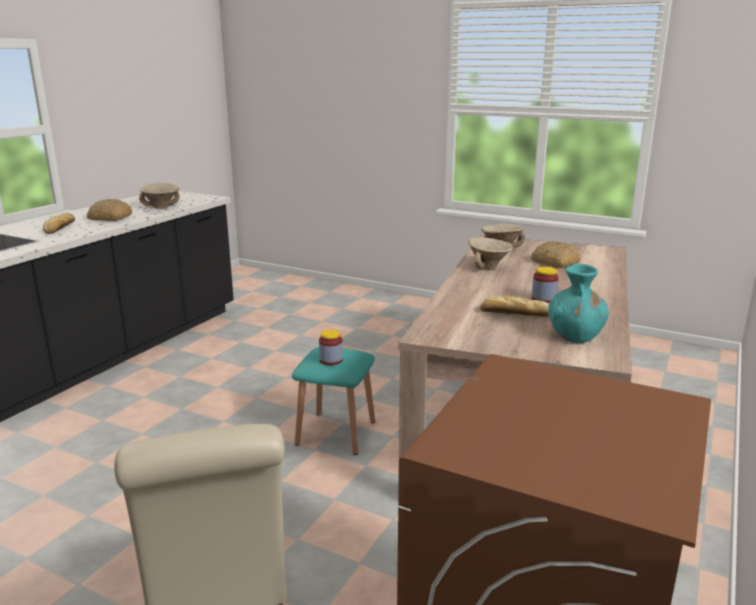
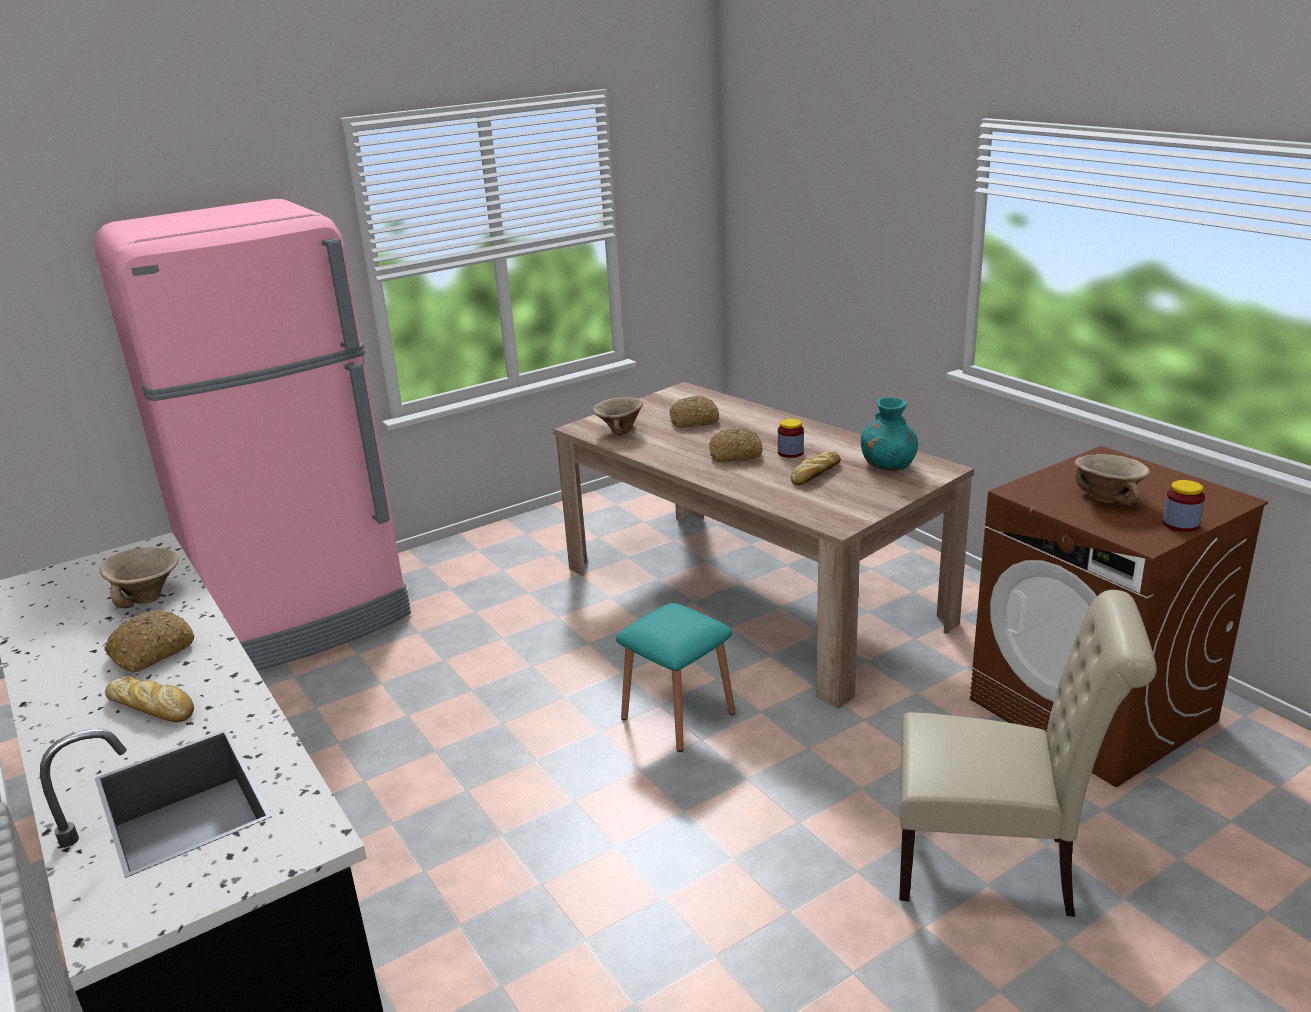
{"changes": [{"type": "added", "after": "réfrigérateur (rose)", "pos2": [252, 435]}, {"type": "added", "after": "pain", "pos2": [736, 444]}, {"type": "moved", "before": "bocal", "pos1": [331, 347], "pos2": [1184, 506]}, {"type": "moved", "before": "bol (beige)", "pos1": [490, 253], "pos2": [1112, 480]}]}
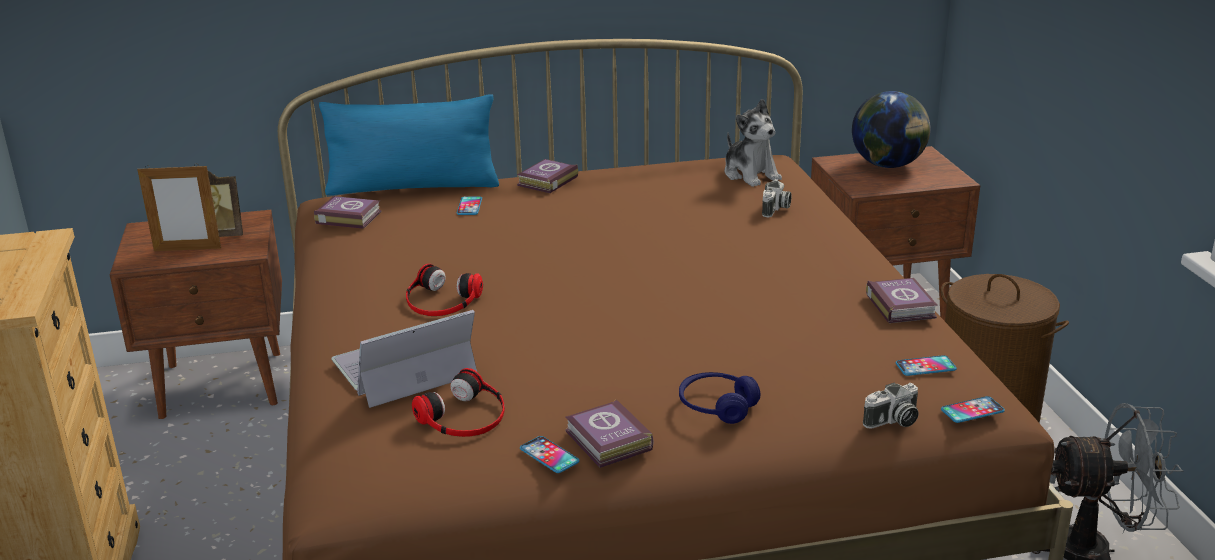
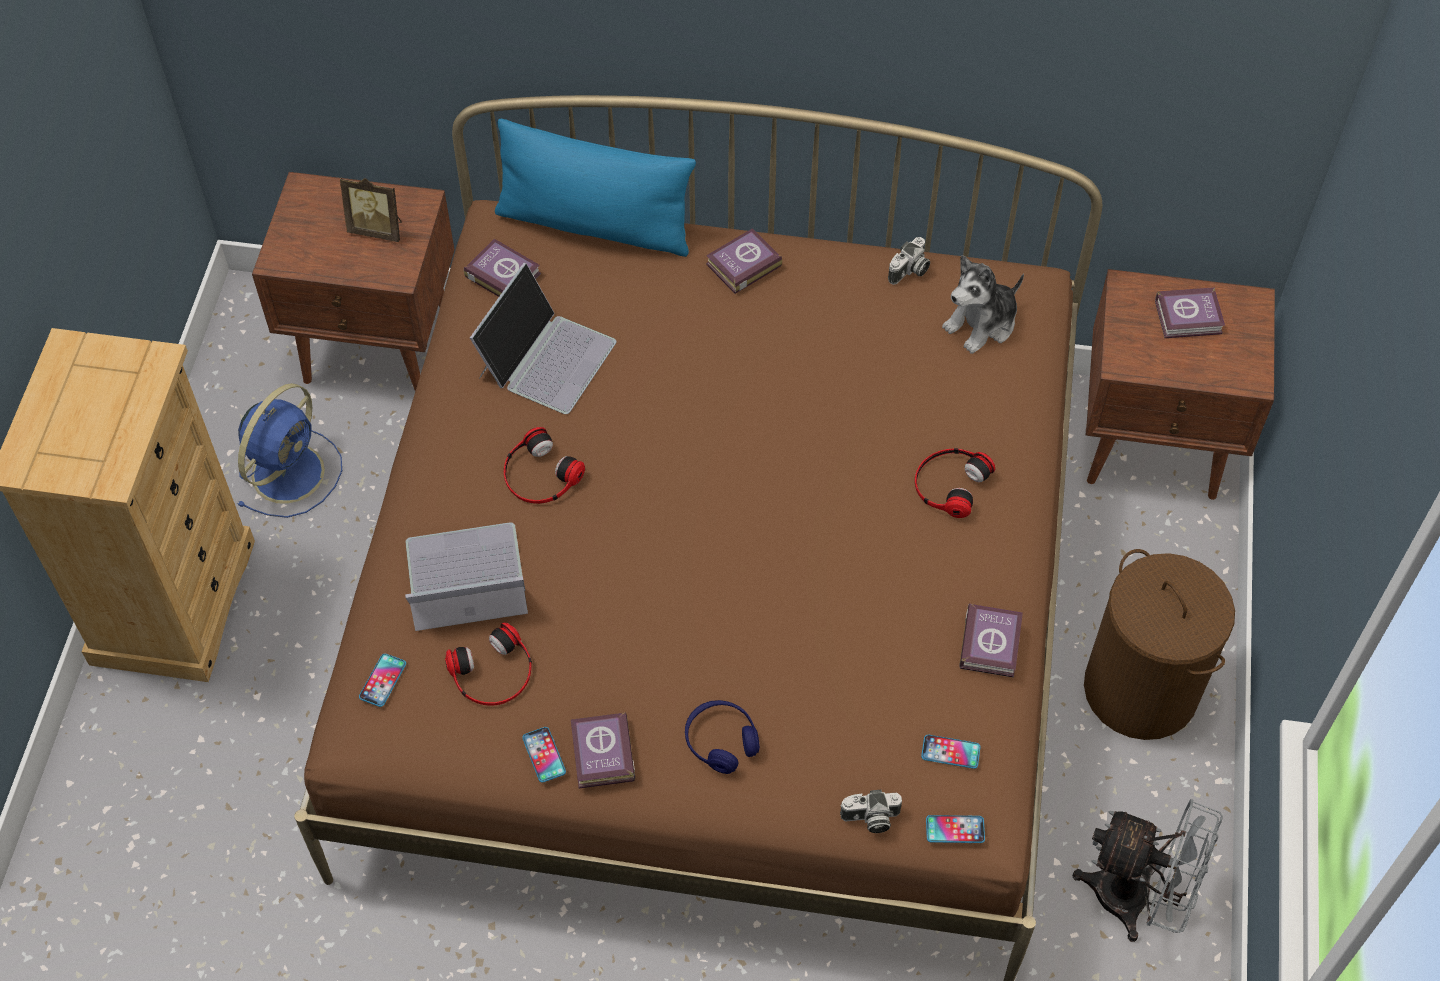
{"changes": [{"type": "removed", "before": "cadre photo", "pos1": [179, 207]}, {"type": "added", "after": "ventilateur (bleu)", "pos2": [289, 450]}, {"type": "added", "after": "ordinateur portable", "pos2": [543, 338]}, {"type": "added", "after": "casque audio", "pos2": [955, 483]}, {"type": "moved", "before": "téléphone", "pos1": [469, 205], "pos2": [382, 680]}, {"type": "moved", "before": "appareil photo", "pos1": [777, 198], "pos2": [909, 261]}, {"type": "replaced", "before": "globe", "after": "livre", "pos1": [891, 129], "pos2": [1190, 312]}, {"type": "turned", "before": "peluche", "pos1": [753, 143], "pos2": [983, 304], "turn": 60}]}
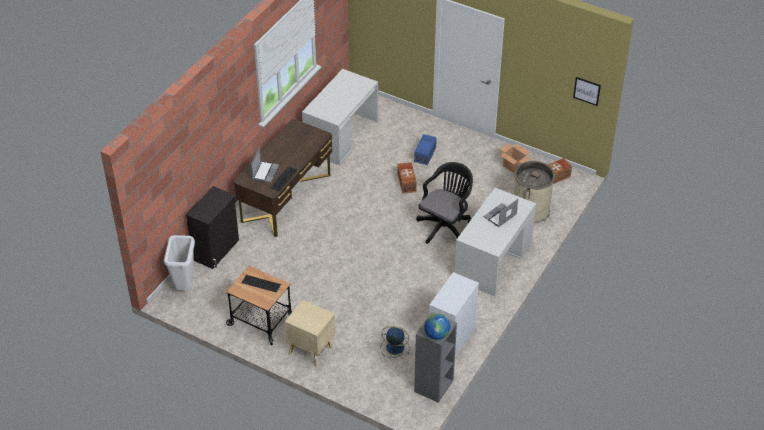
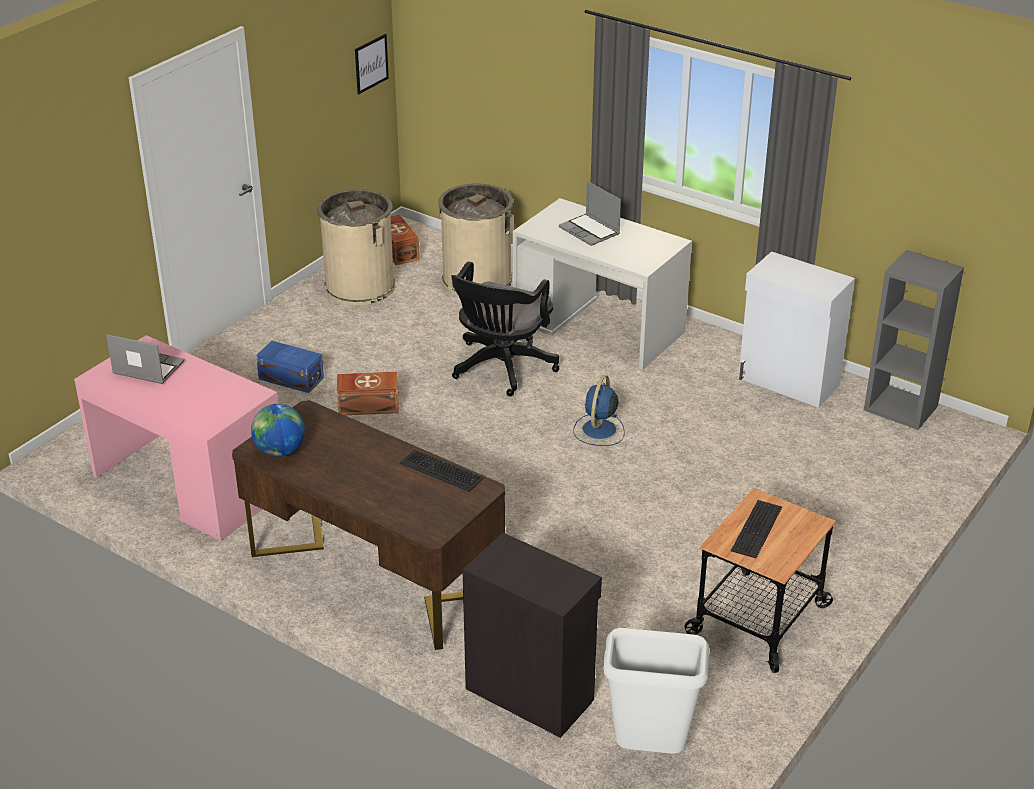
{"changes": [{"type": "removed", "before": "table de chevet (beige)", "pos1": [310, 334]}, {"type": "moved", "before": "ordinateur portable", "pos1": [265, 165], "pos2": [145, 359]}, {"type": "moved", "before": "ventilateur (bleu)", "pos1": [395, 342], "pos2": [599, 410]}, {"type": "moved", "before": "globe", "pos1": [437, 327], "pos2": [278, 430]}, {"type": "replaced", "before": "carton", "after": "poubelle (beige)", "pos1": [515, 158], "pos2": [356, 247]}, {"type": "recoloured", "before": "bureau (blanc)", "after": "bureau (rose)", "pos1": [340, 117], "pos2": [176, 438]}, {"type": "turned", "before": "chaise de bureau (noir)", "pos1": [444, 203], "pos2": [505, 328], "turn": -105}]}
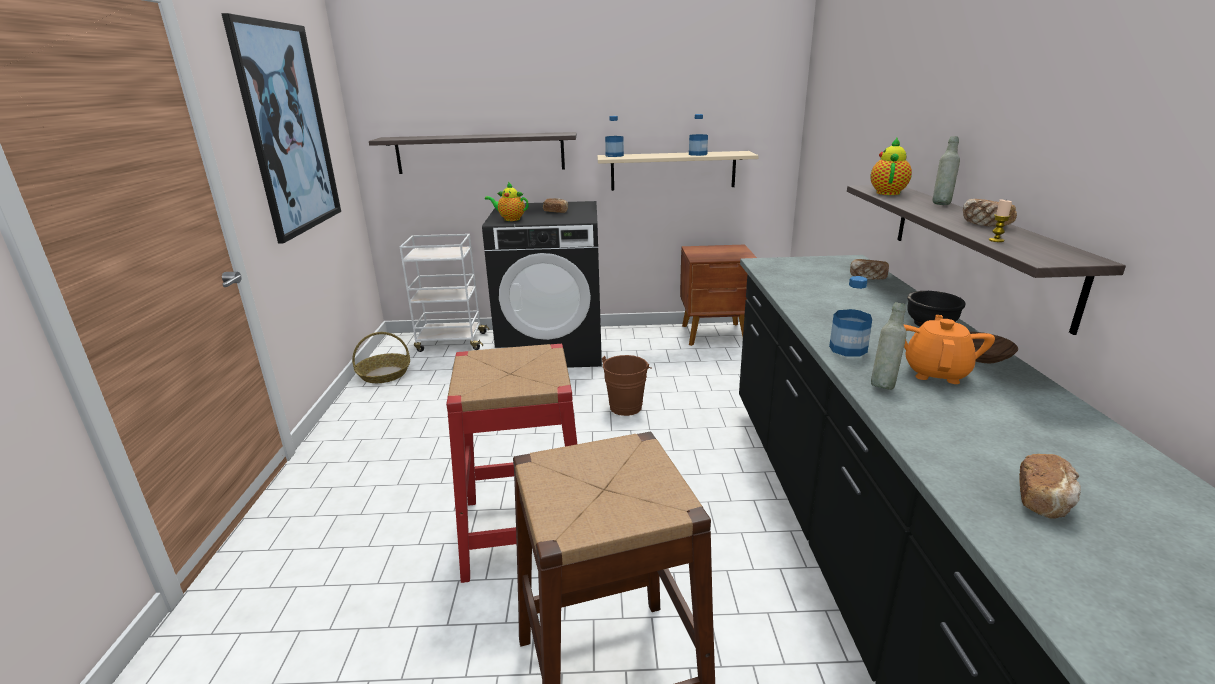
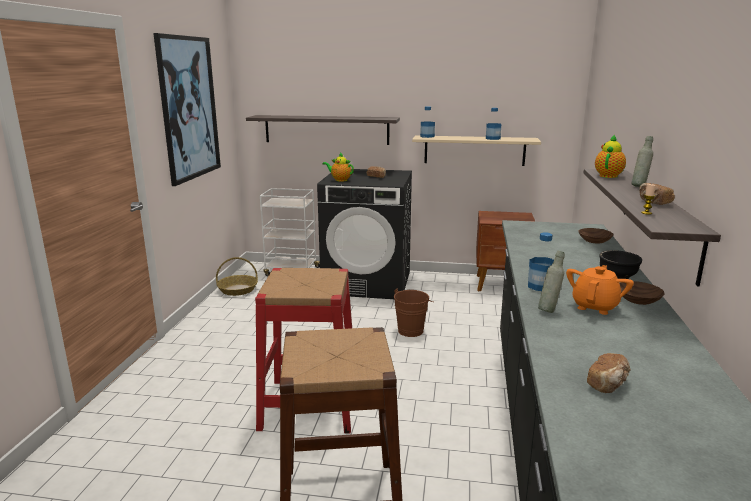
{"changes": [{"type": "replaced", "before": "pain", "after": "bol (marron)", "pos1": [869, 269], "pos2": [595, 236]}]}
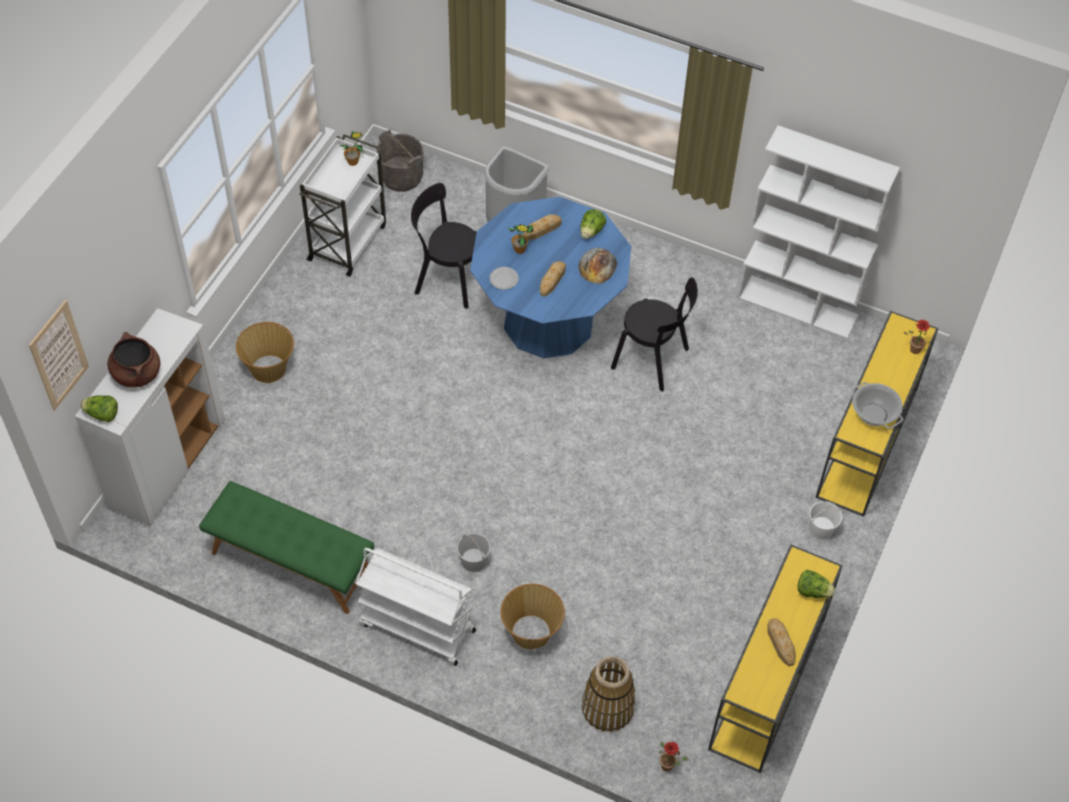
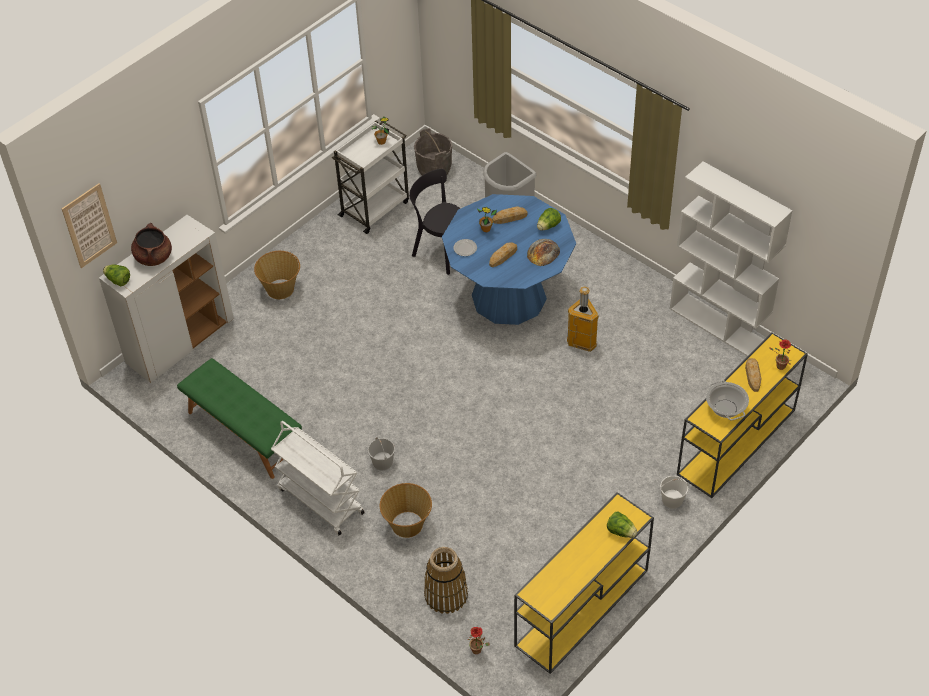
{"changes": [{"type": "moved", "before": "pain", "pos1": [781, 642], "pos2": [753, 375]}, {"type": "replaced", "before": "chaise (noir)", "after": "poubelle", "pos1": [654, 334], "pos2": [583, 319]}]}
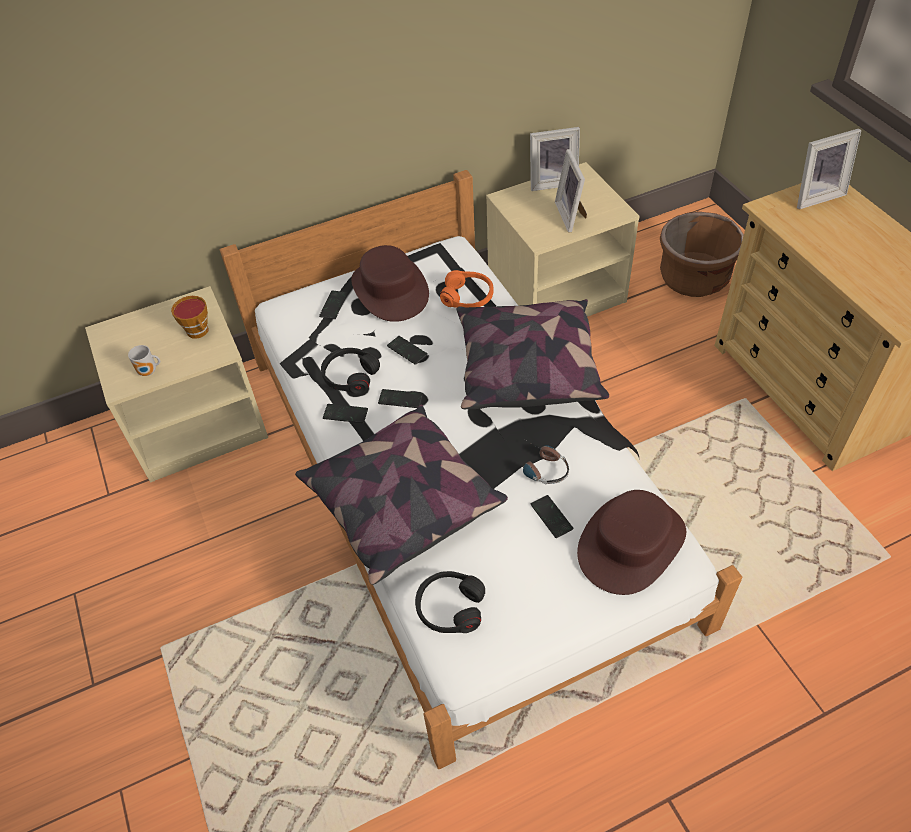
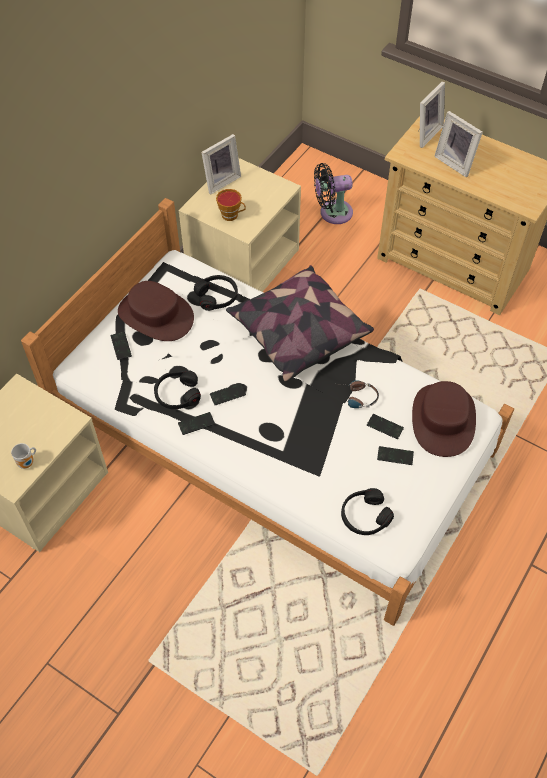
{"changes": [{"type": "removed", "before": "coussin", "pos1": [401, 494]}, {"type": "moved", "before": "tasse", "pos1": [190, 317], "pos2": [231, 205]}, {"type": "moved", "before": "téléphone", "pos1": [407, 350], "pos2": [395, 455]}, {"type": "moved", "before": "cadre photo", "pos1": [571, 190], "pos2": [458, 144]}, {"type": "replaced", "before": "cache-pot (marron)", "after": "ventilateur (noir)", "pos1": [702, 254], "pos2": [333, 193]}, {"type": "recoloured", "before": "casque audio (orange)", "after": "casque audio (noir)", "pos1": [466, 289], "pos2": [216, 293]}]}
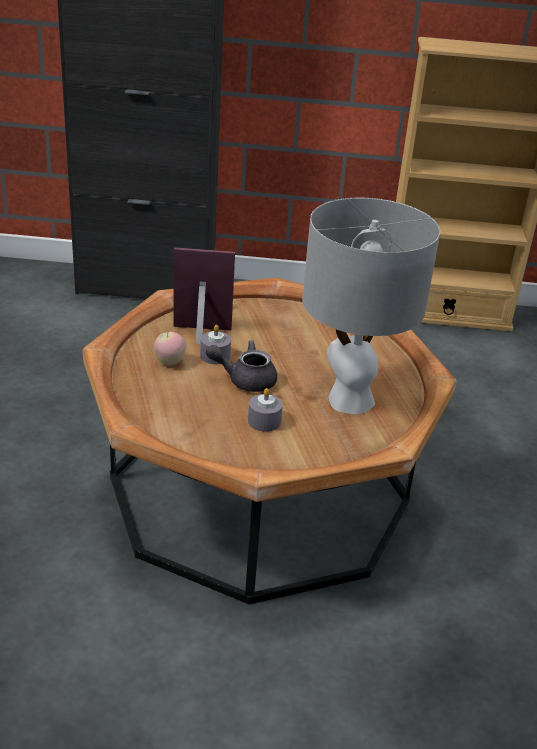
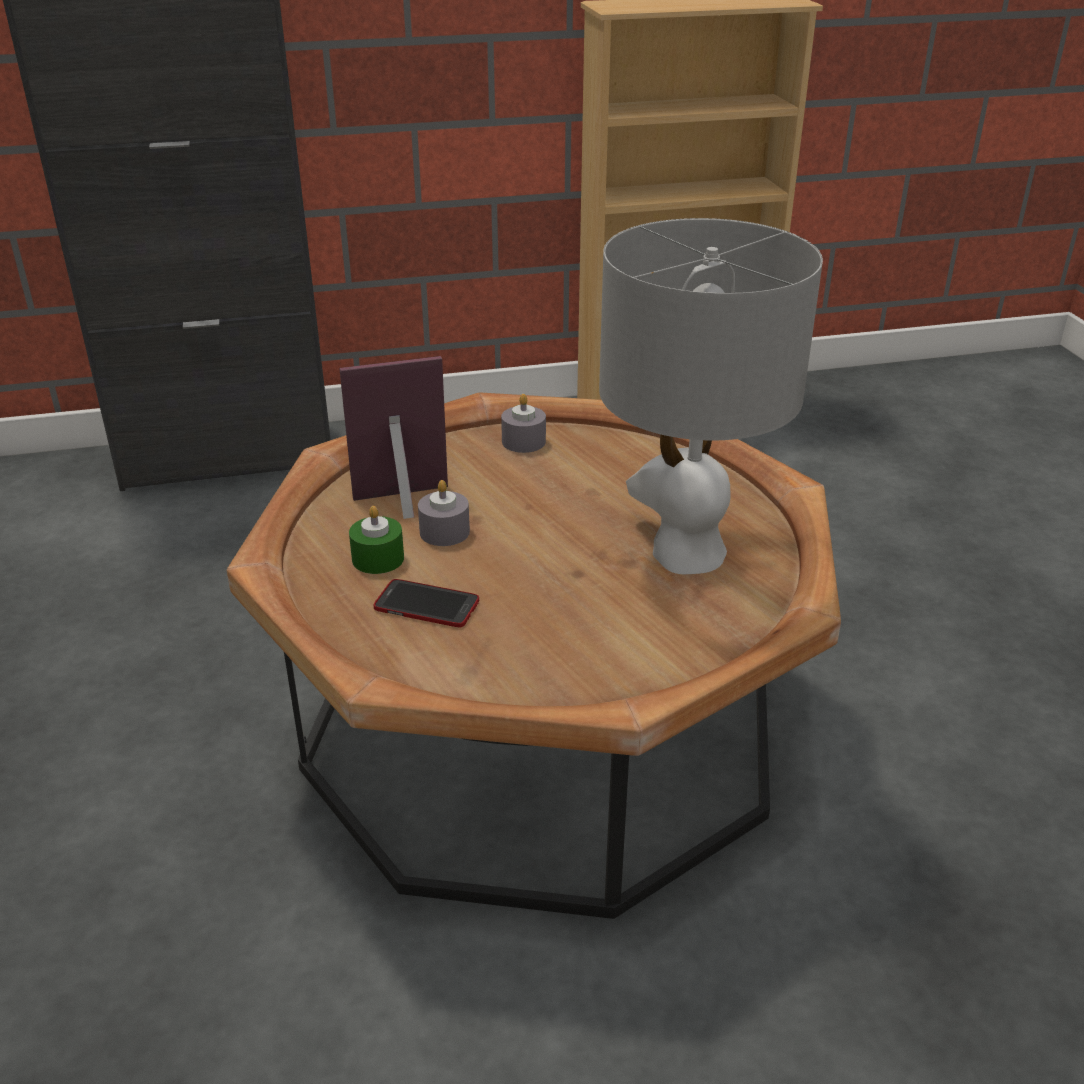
{"changes": [{"type": "removed", "before": "théière (gris)", "pos1": [241, 366]}, {"type": "added", "after": "téléphone", "pos2": [426, 603]}, {"type": "moved", "before": "bougie (gris)", "pos1": [265, 410], "pos2": [523, 423]}, {"type": "replaced", "before": "pomme", "after": "bougie (vert)", "pos1": [170, 348], "pos2": [376, 540]}]}
